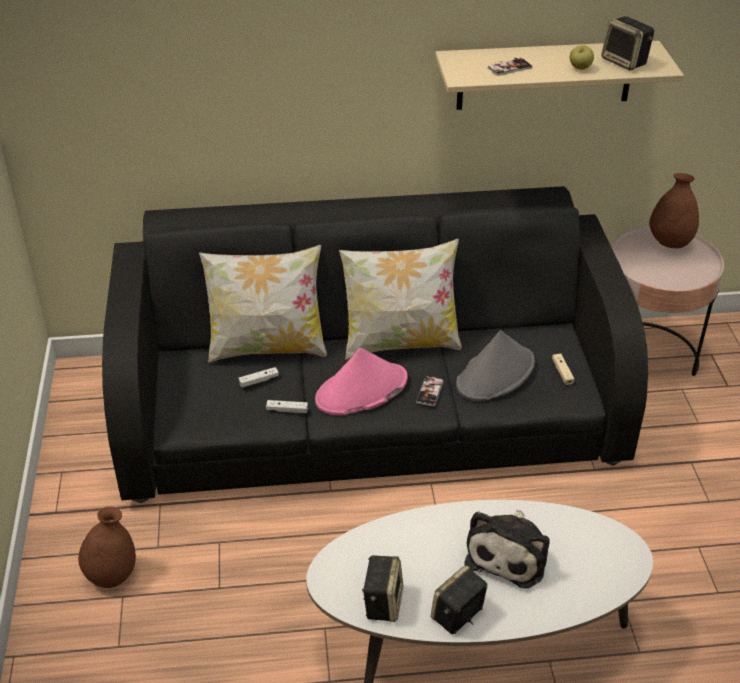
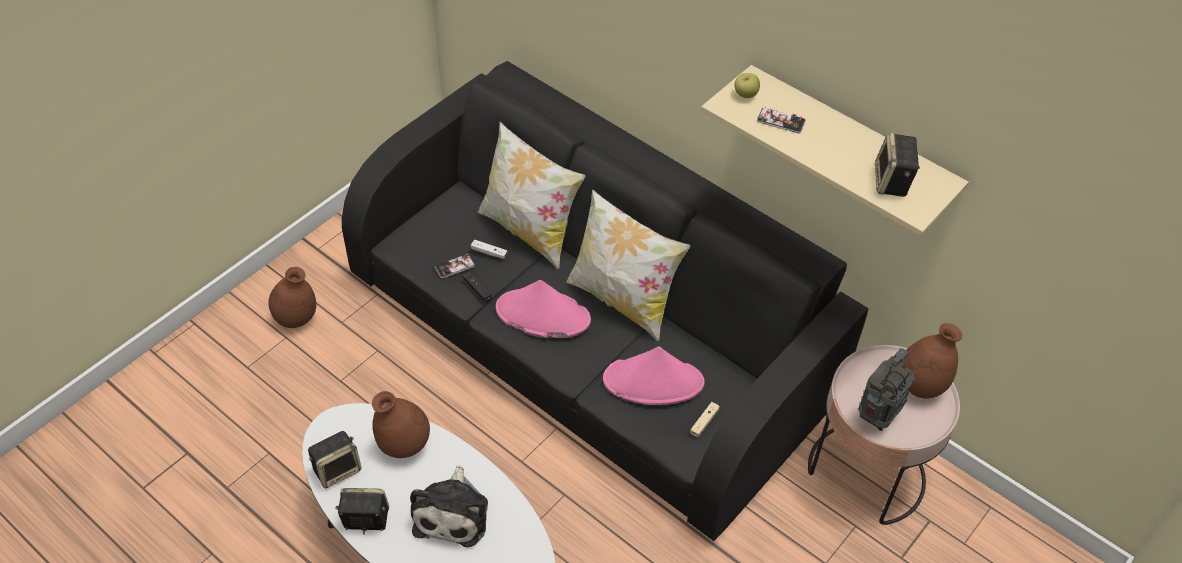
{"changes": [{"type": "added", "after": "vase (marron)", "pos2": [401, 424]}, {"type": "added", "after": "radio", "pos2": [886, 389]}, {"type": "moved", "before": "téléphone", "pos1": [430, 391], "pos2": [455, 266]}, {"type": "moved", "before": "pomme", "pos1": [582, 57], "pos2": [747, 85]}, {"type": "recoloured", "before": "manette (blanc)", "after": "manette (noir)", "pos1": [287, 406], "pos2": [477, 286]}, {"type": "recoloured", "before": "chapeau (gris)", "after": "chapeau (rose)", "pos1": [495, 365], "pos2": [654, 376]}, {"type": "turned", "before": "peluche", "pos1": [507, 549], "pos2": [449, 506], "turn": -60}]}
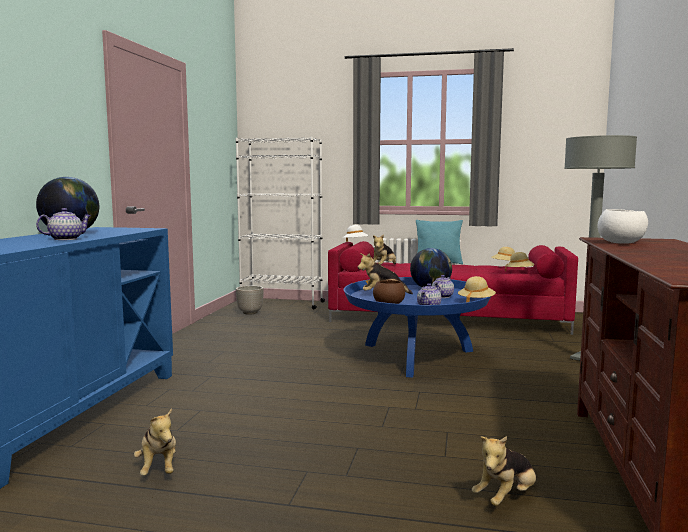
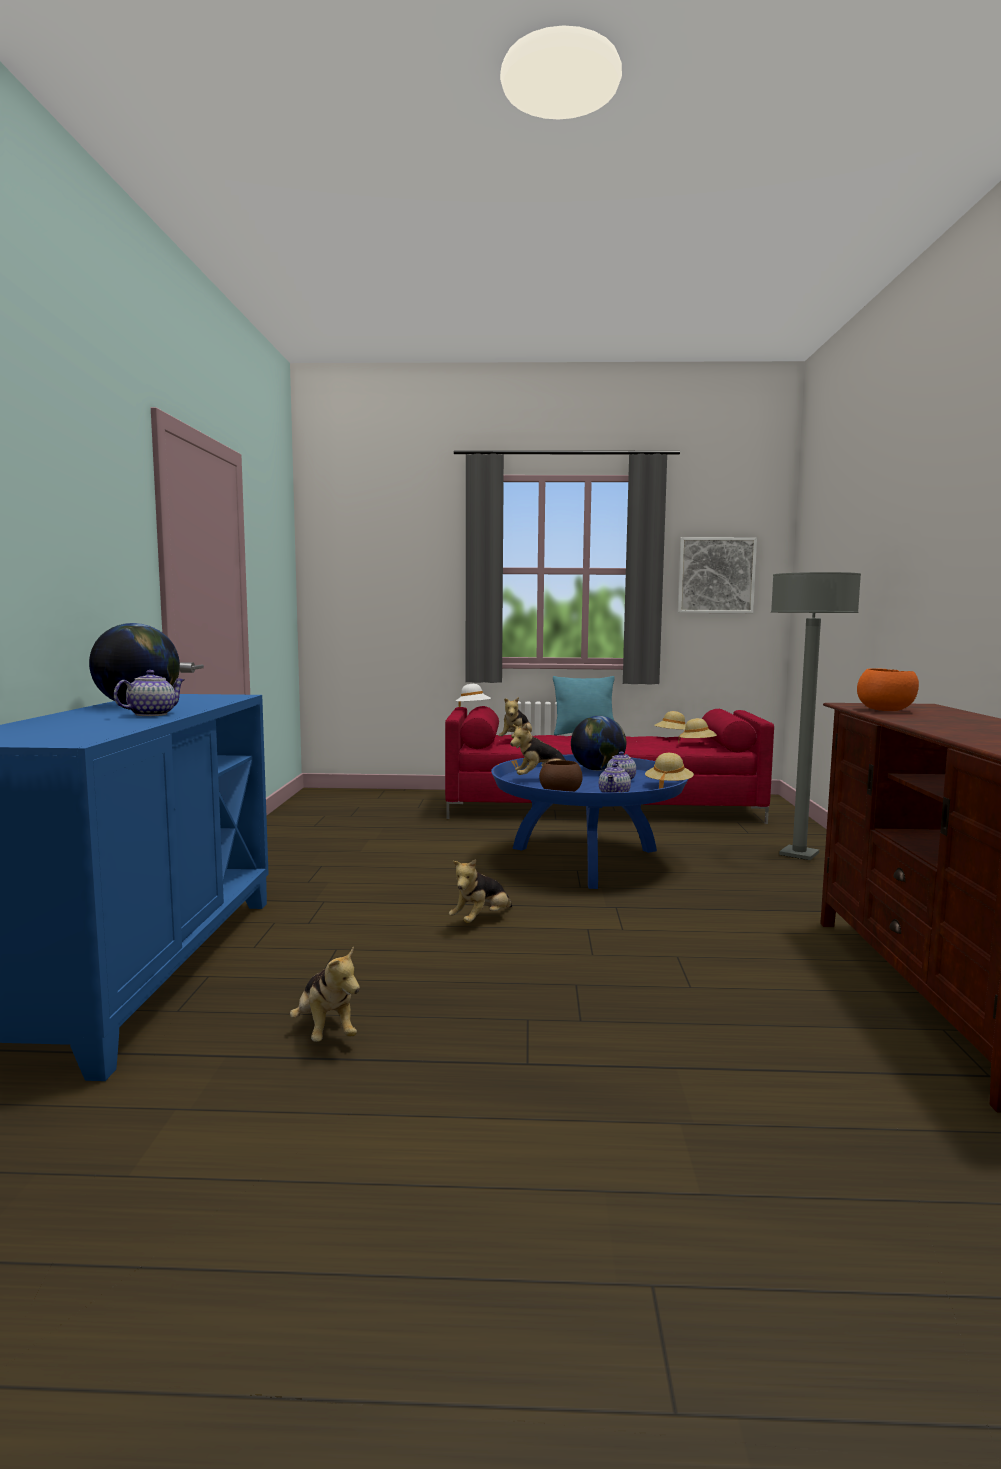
{"changes": [{"type": "removed", "before": "bibliothèque (blanc)", "pos1": [280, 223]}, {"type": "removed", "before": "cache-pot", "pos1": [250, 300]}, {"type": "added", "after": "tableau", "pos2": [717, 575]}, {"type": "moved", "before": "peluche", "pos1": [504, 471], "pos2": [480, 891]}, {"type": "recoloured", "before": "bol (blanc)", "after": "bol (orange)", "pos1": [623, 226], "pos2": [888, 689]}]}
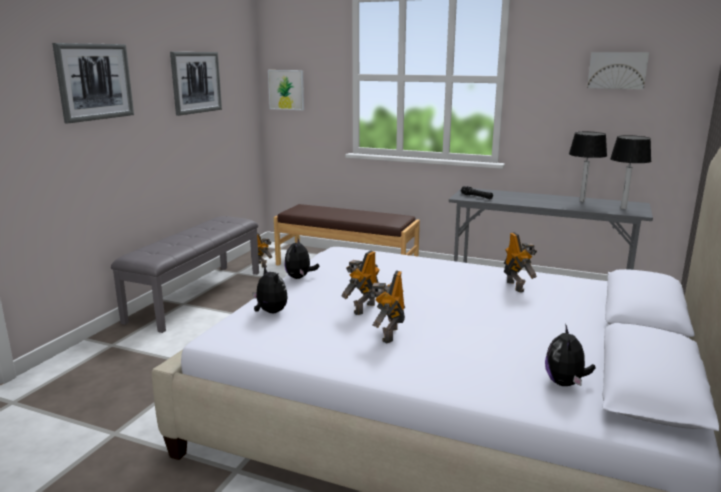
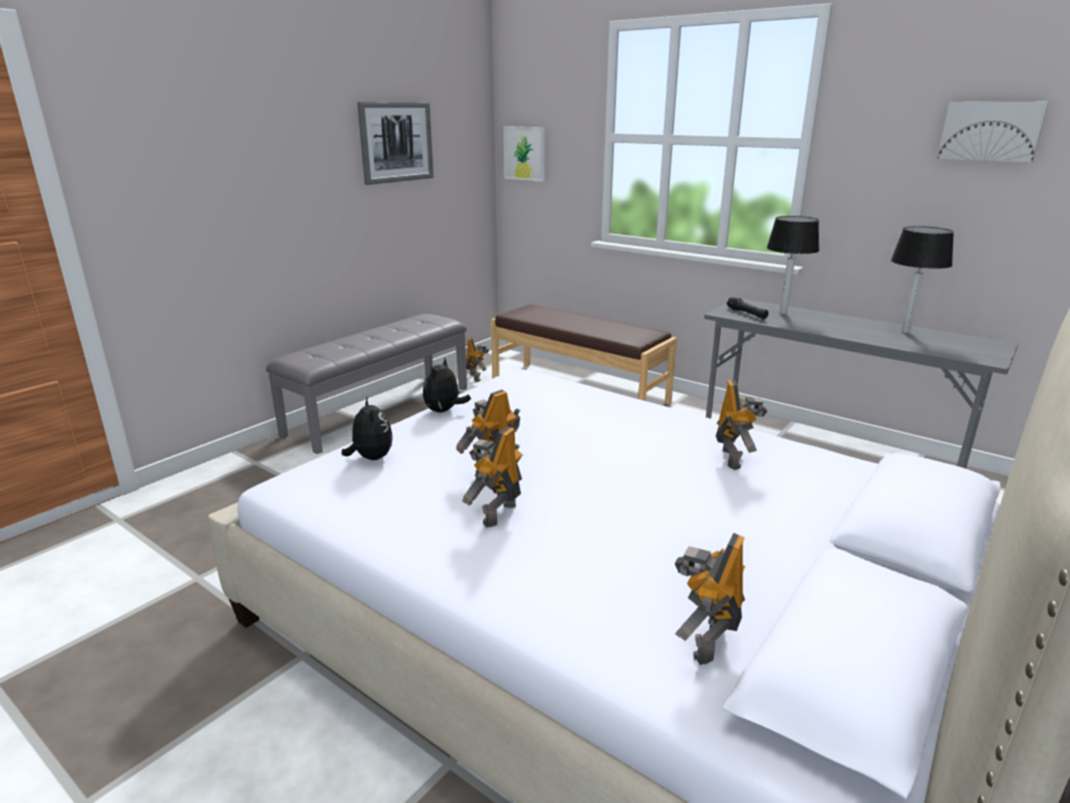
{"changes": [{"type": "removed", "before": "tableau", "pos1": [93, 83]}, {"type": "moved", "before": "lampe de table", "pos1": [630, 172], "pos2": [792, 265]}, {"type": "replaced", "before": "peluche", "after": "robot jouet", "pos1": [570, 355], "pos2": [710, 599]}]}
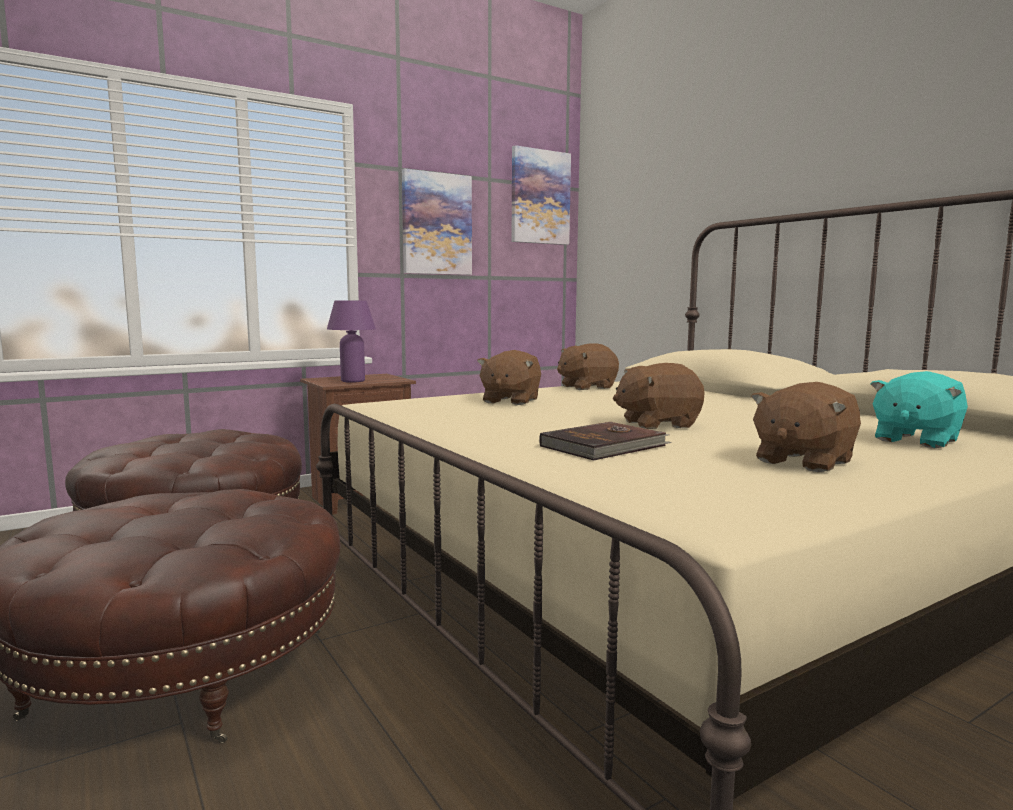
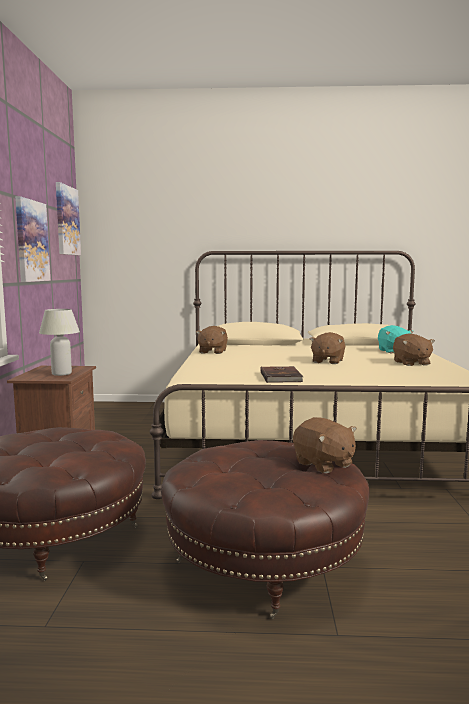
{"changes": [{"type": "moved", "before": "peluche (marron)", "pos1": [509, 377], "pos2": [325, 445]}, {"type": "moved", "before": "livre (marron)", "pos1": [605, 441], "pos2": [281, 374]}, {"type": "recoloured", "before": "lampe de table (violet)", "after": "lampe de table (blanc)", "pos1": [351, 342], "pos2": [59, 342]}]}
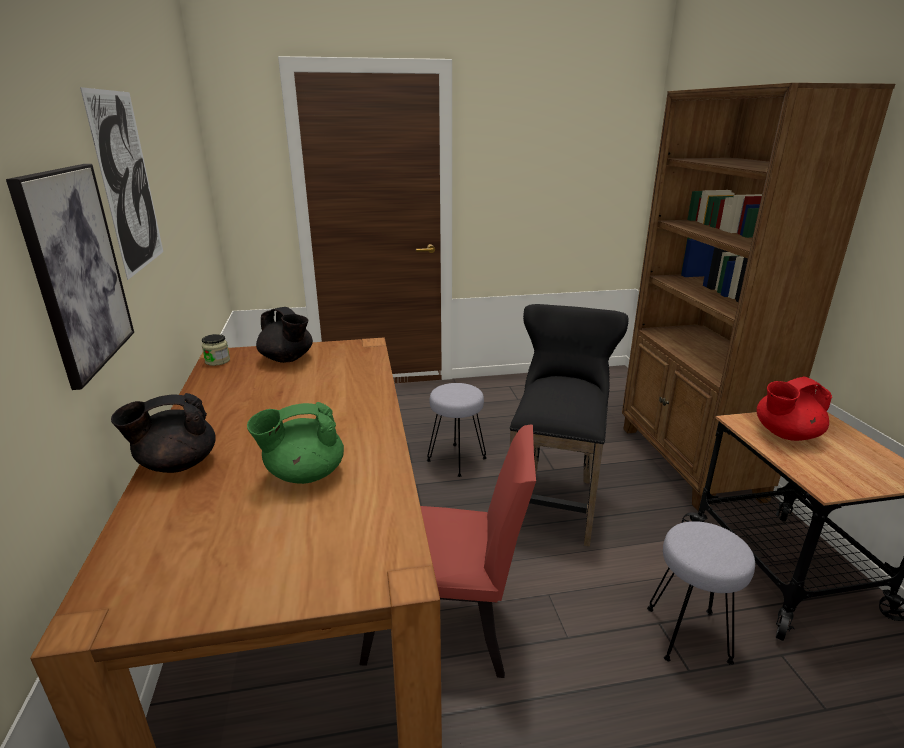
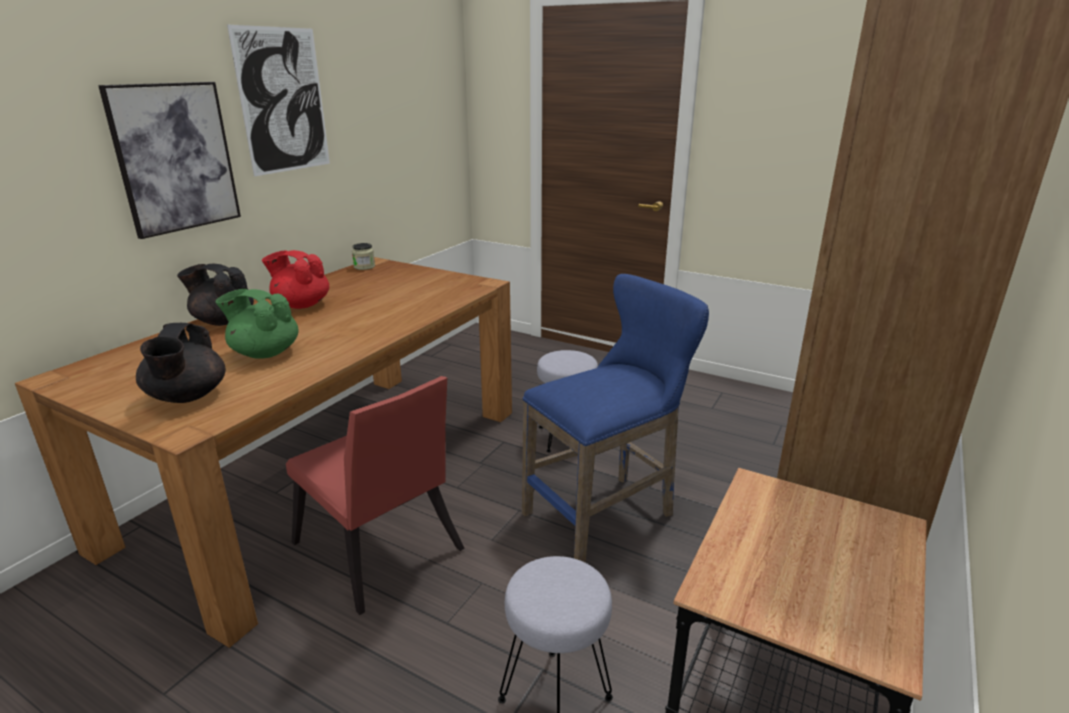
{"changes": [{"type": "moved", "before": "théière (noir)", "pos1": [284, 335], "pos2": [181, 363]}, {"type": "moved", "before": "théière (rouge)", "pos1": [794, 408], "pos2": [295, 279]}, {"type": "recoloured", "before": "tabouret (noir)", "after": "tabouret (bleu)", "pos1": [569, 425], "pos2": [615, 418]}]}
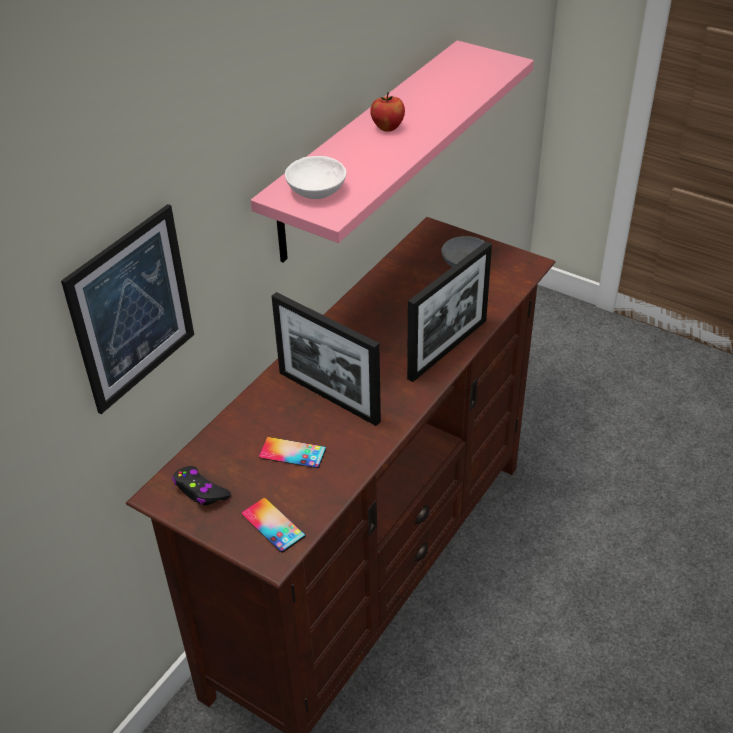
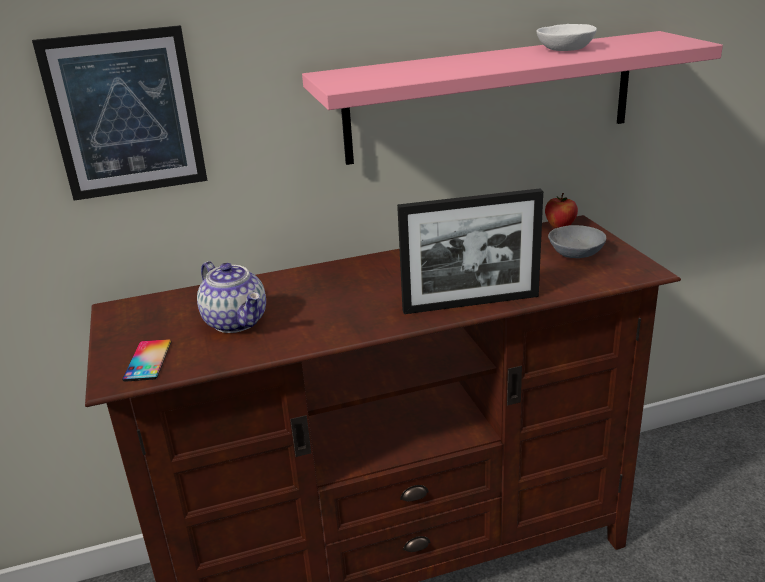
{"changes": [{"type": "removed", "before": "manette (noir)", "pos1": [201, 485]}, {"type": "removed", "before": "cadre photo", "pos1": [326, 359]}, {"type": "moved", "before": "bol (blanc)", "pos1": [315, 177], "pos2": [567, 37]}, {"type": "moved", "before": "pomme", "pos1": [387, 112], "pos2": [561, 210]}, {"type": "replaced", "before": "téléphone", "after": "théière", "pos1": [292, 452], "pos2": [231, 297]}]}
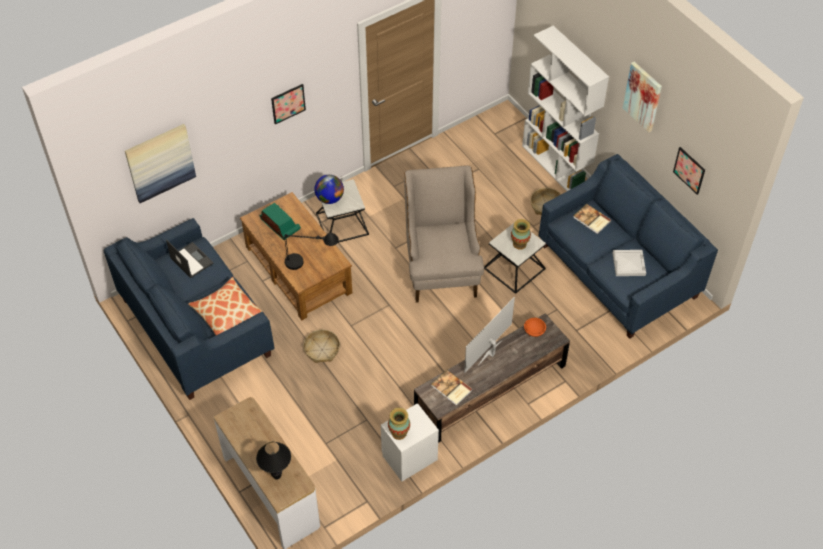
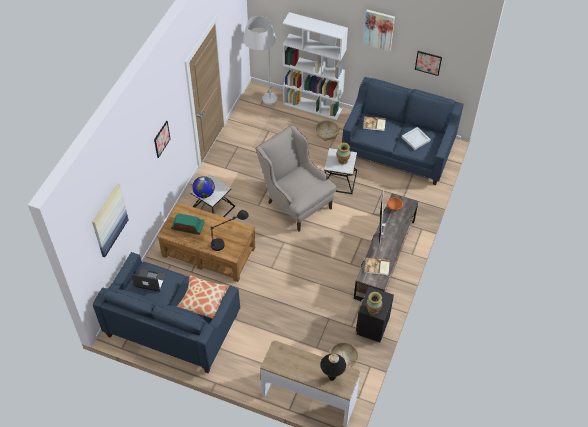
{"changes": [{"type": "added", "after": "lampadaire (blanc)", "pos2": [260, 60]}, {"type": "moved", "before": "panier", "pos1": [321, 346], "pos2": [344, 354]}, {"type": "recoloured", "before": "table de chevet (blanc)", "after": "table de chevet (noir)", "pos1": [410, 442], "pos2": [375, 314]}]}
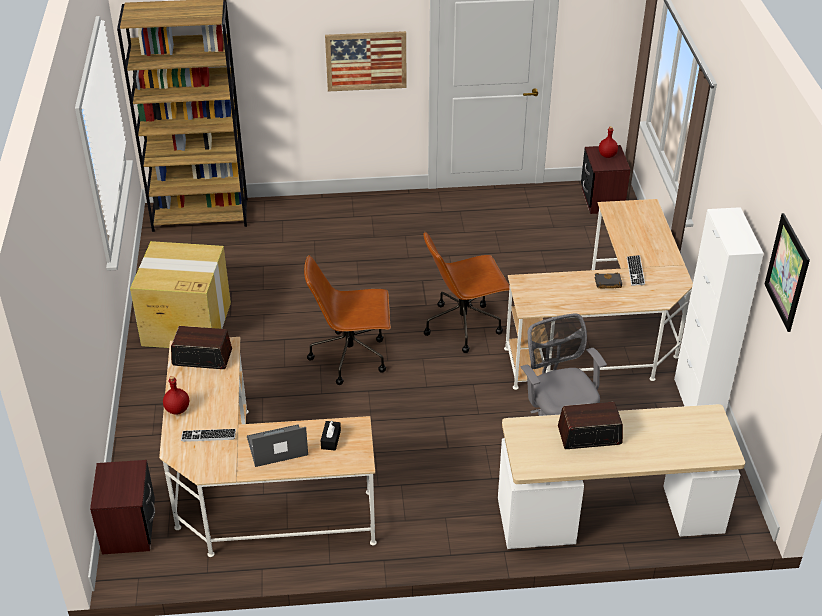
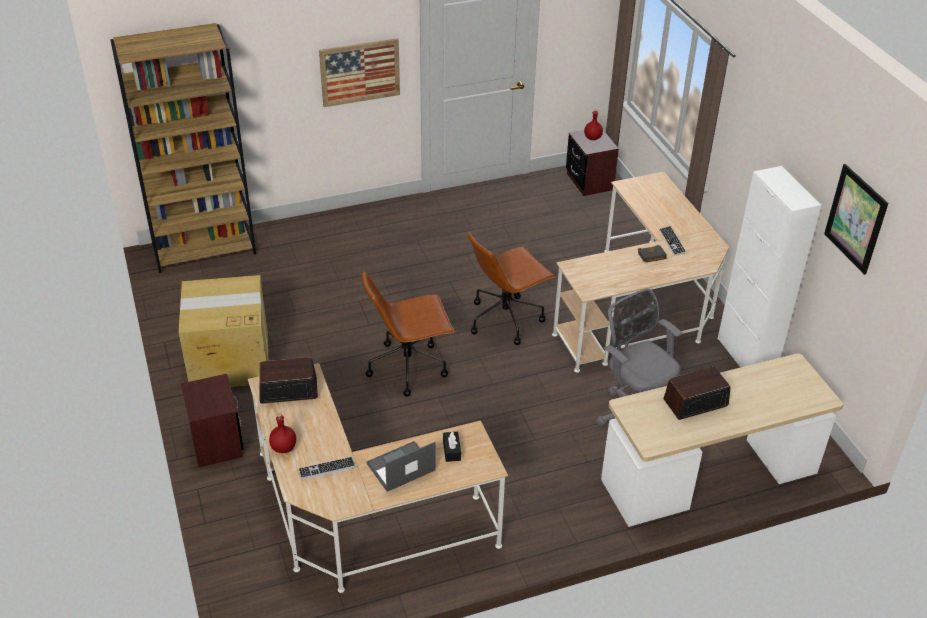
{"changes": [{"type": "moved", "before": "table de chevet (marron)", "pos1": [122, 507], "pos2": [212, 420]}]}
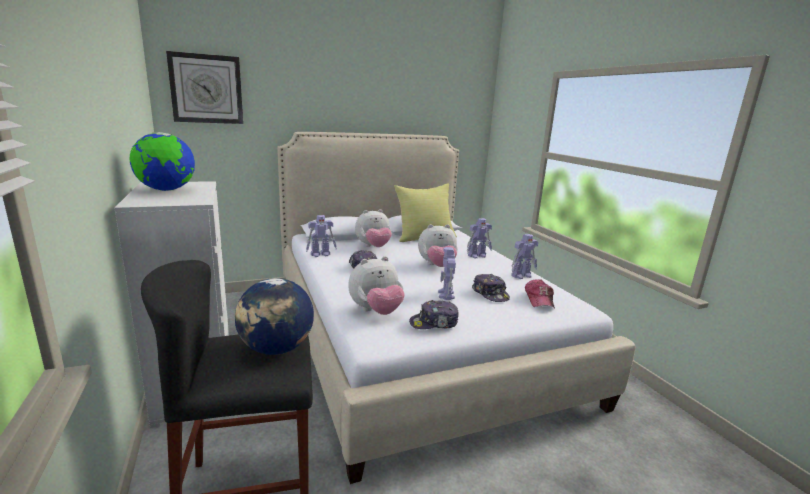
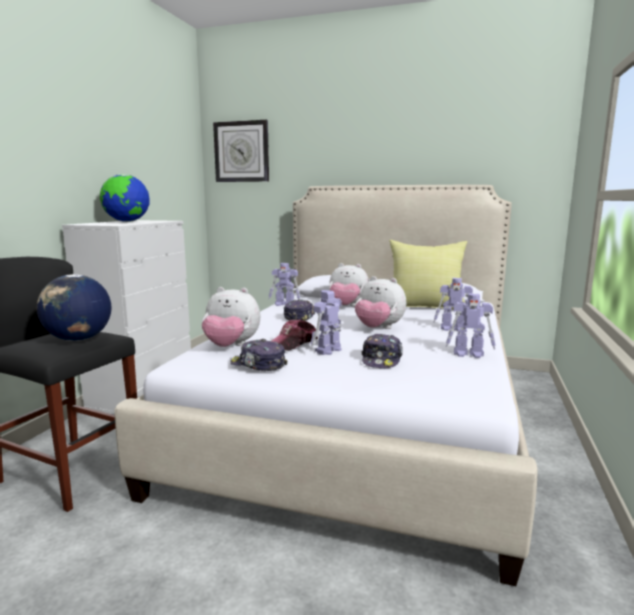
{"changes": [{"type": "moved", "before": "casquette", "pos1": [540, 293], "pos2": [295, 335]}]}
